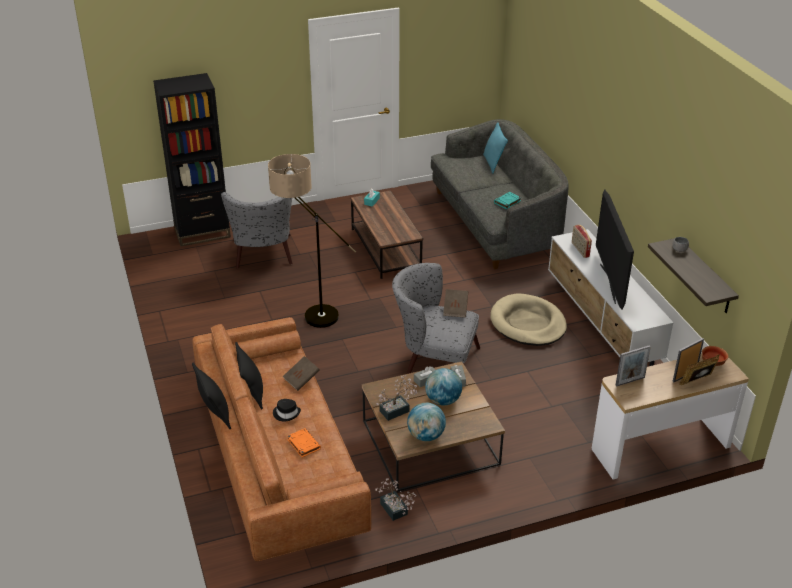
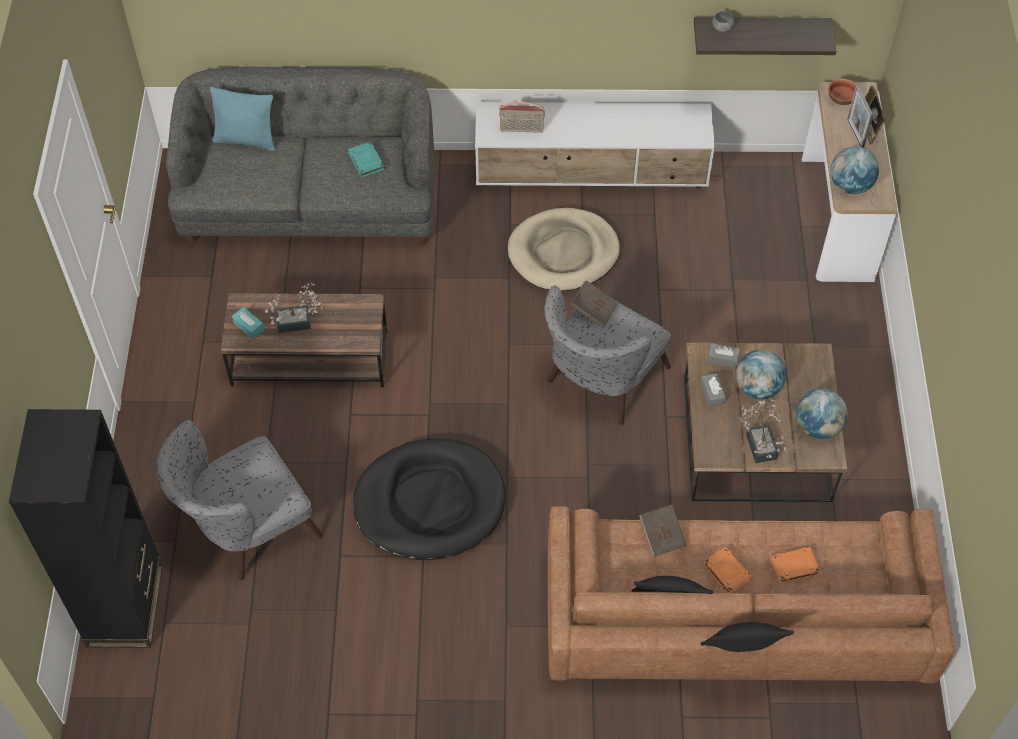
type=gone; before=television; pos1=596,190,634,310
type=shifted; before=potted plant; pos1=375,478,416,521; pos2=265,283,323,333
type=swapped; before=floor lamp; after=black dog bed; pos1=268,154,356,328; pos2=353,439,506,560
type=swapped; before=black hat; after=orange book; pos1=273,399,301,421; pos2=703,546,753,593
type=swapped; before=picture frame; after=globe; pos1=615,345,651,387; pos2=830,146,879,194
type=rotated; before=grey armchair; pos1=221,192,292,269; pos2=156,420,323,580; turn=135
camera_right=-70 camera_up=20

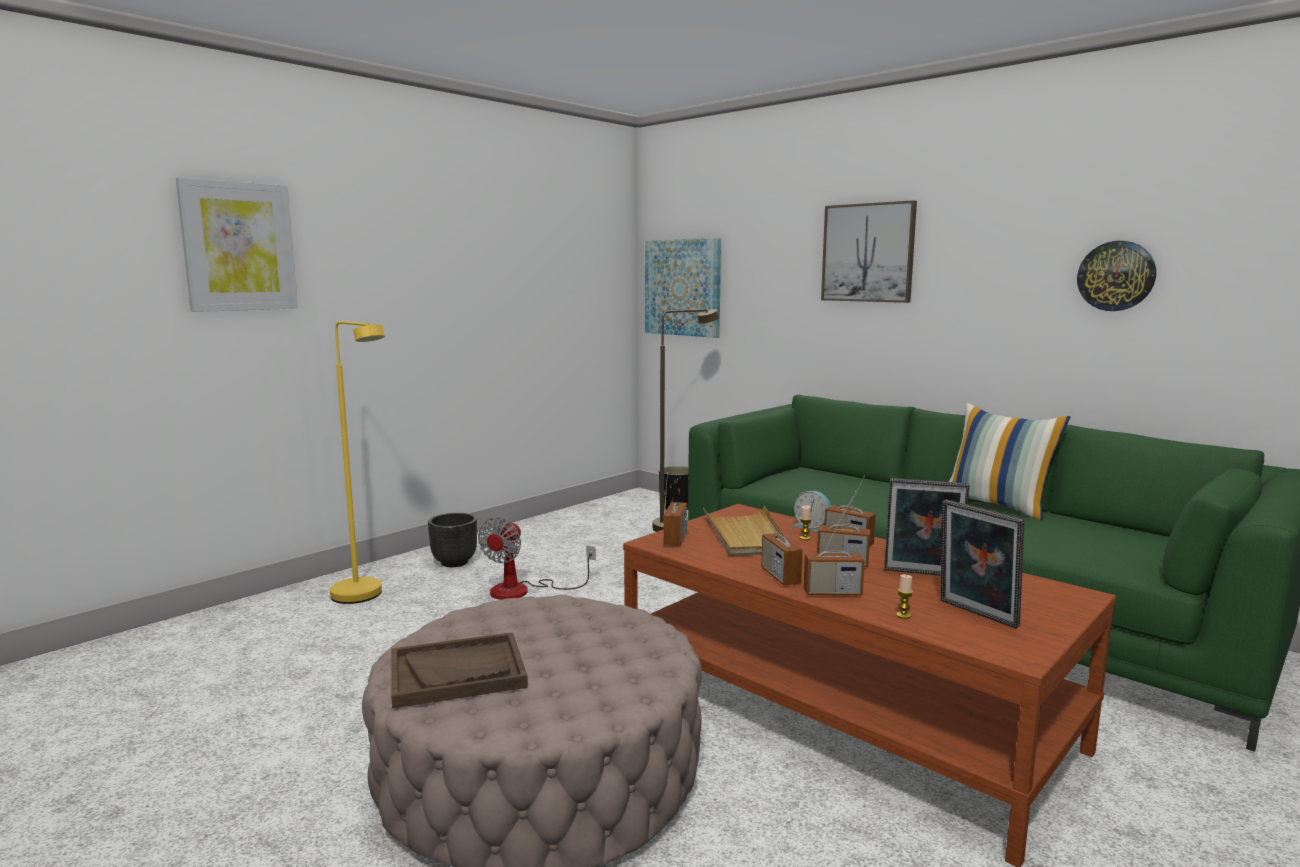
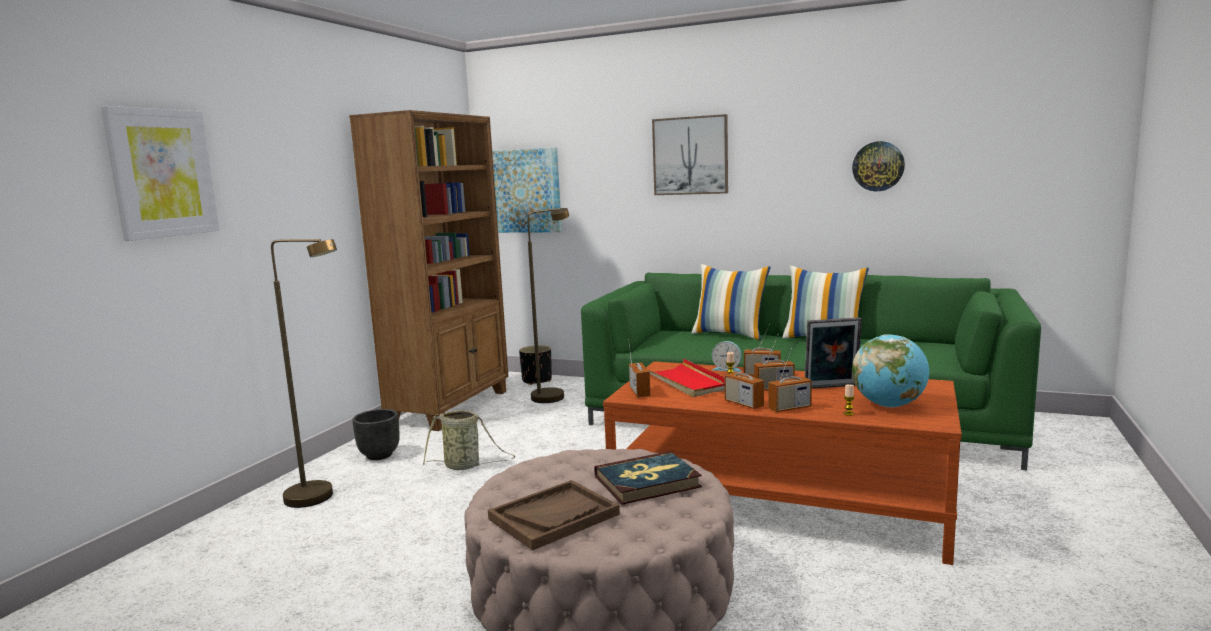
type=new; after=brown bookcase; pos2=349,110,509,431
type=new; after=book; pos2=594,451,702,505
type=new; after=pillow; pos2=692,264,770,340
type=swapped; before=fan; after=basket; pos1=478,517,596,600; pos2=423,410,515,470
type=swapped; before=picture frame; after=globe; pos1=940,499,1024,629; pos2=852,334,929,408
type=repainted; before=yellow floor lamp; after=brown floor lamp; pos1=330,321,385,604; pos2=271,239,337,508
type=repainted; before=beige tray; after=red tray; pos1=703,506,785,556; pos2=648,359,725,397
camera_right=-20 camera_up=0

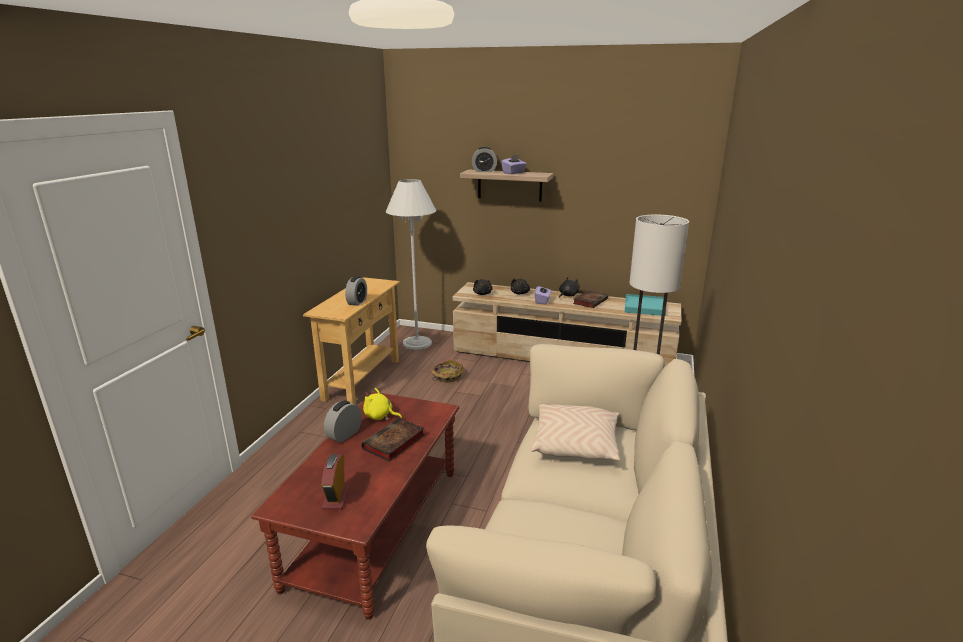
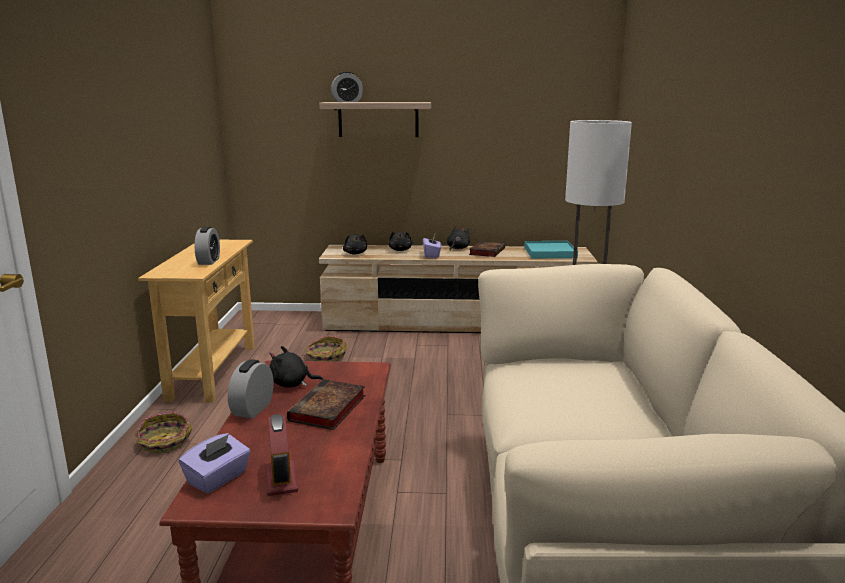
type=gone; before=white floor lamp; pos1=386,179,436,350
type=gone; before=beige pillow; pos1=531,404,620,460
type=new; after=basket; pos2=135,412,192,453
type=shifted; before=purple tissue box; pos1=501,155,527,174; pos2=179,433,251,493
type=repainted; before=yellow plush toy; after=black plush toy; pos1=363,388,402,420; pos2=269,346,324,387
camera_right=-15 camera_up=-5

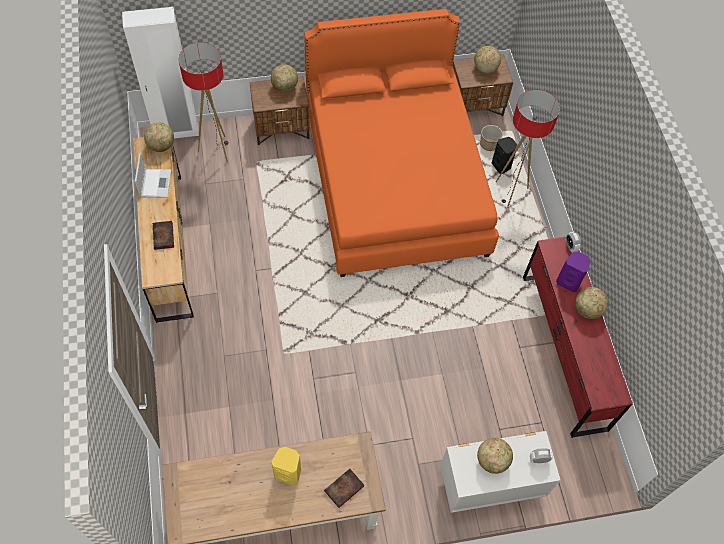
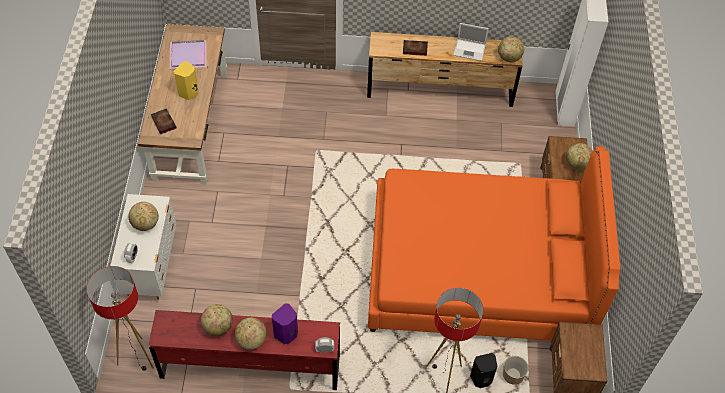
type=new; after=purple tray; pos2=170,40,207,69
type=shifted; before=floor lamp; pos1=178,43,229,162; pos2=87,266,154,371
type=shifted; before=globe; pos1=474,46,501,73; pos2=201,304,233,336
camera_right=105 camera_up=-5

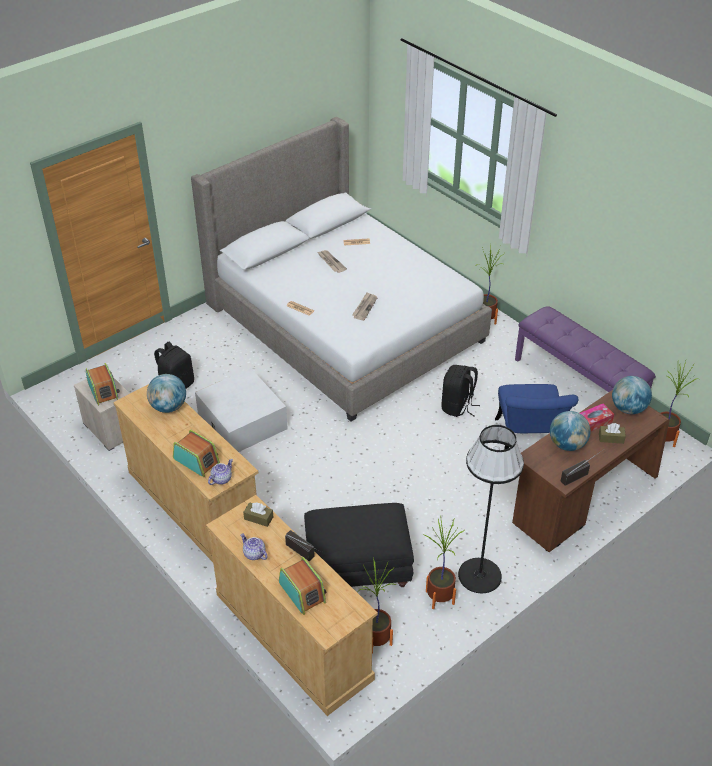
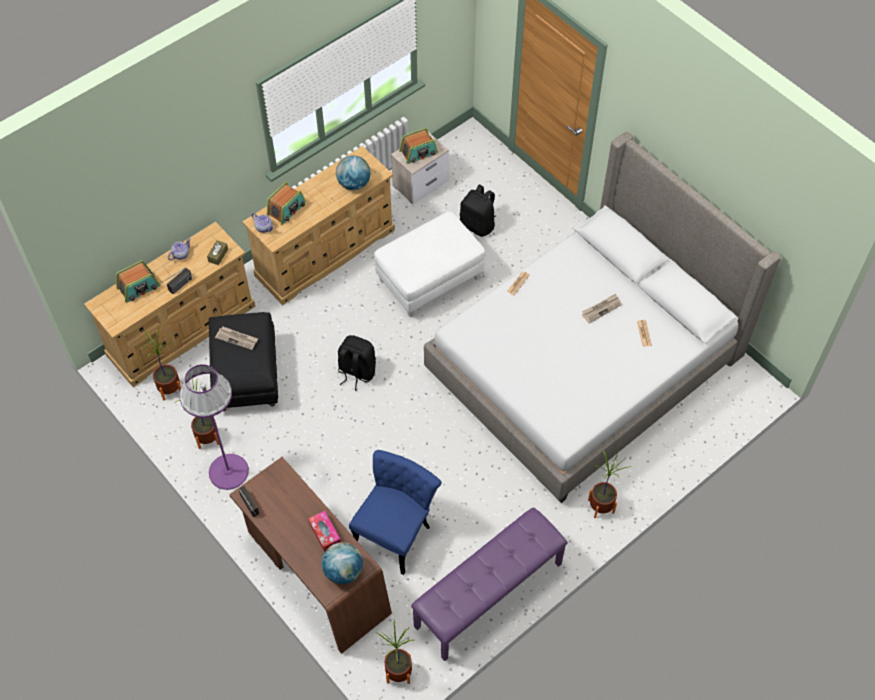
type=gone; before=globe; pos1=550,411,591,451
type=gone; before=brown tissue box; pos1=599,423,626,444
type=shifted; before=newspaper; pos1=352,292,378,321; pos2=215,326,258,350
type=shifted; before=black backpack; pos1=441,365,480,417; pos2=338,335,376,391
type=swapped; before=white storage box; after=white ottoman; pos1=195,368,288,452; pos2=374,212,485,318
type=repainted; before=black floor lamp; after=purple floor lamp; pos1=458,425,524,594; pos2=179,364,249,490
type=rotated; before=blue chair; pos1=495,384,578,450; pos2=349,450,442,575; turn=120
camera_right=90 camera_up=15

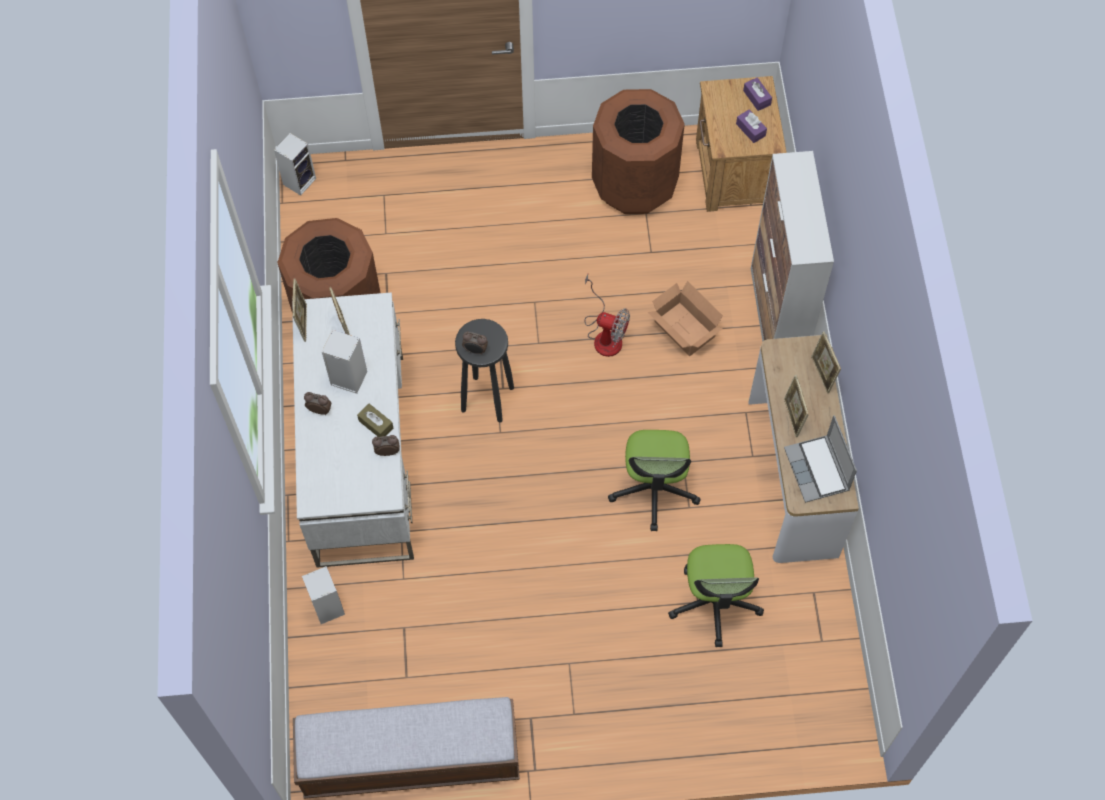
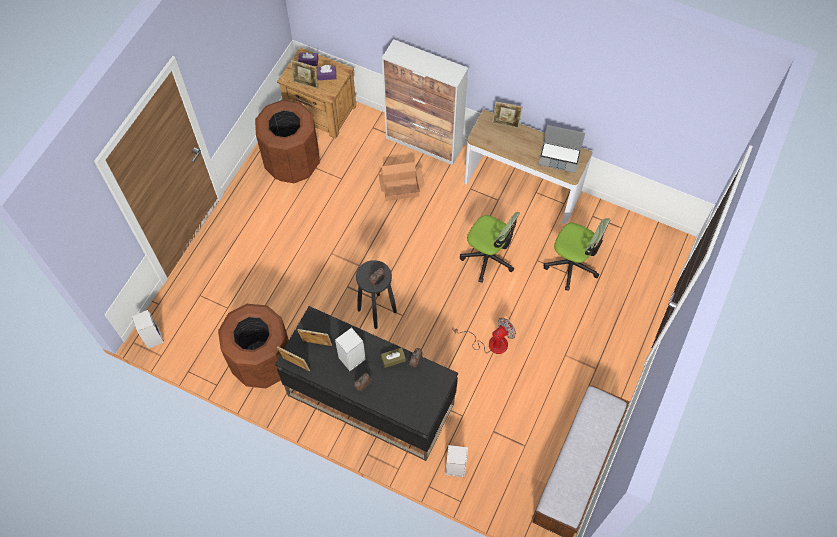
type=shifted; before=fan; pos1=584,274,630,357; pos2=453,318,516,354
type=shifted; before=picture frame; pos1=784,375,809,437; pos2=291,60,317,88
type=repainted; before=white desk; after=black desk; pos1=292,293,414,568; pos2=275,306,458,461
camera_right=-60 camera_up=0

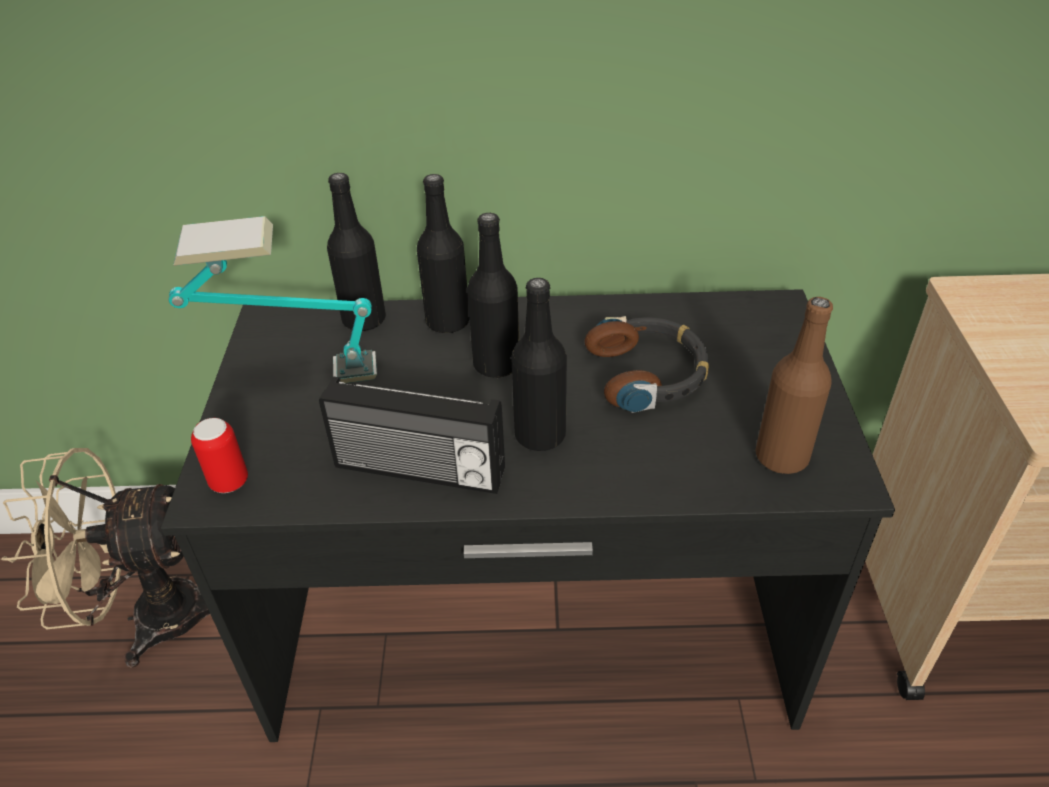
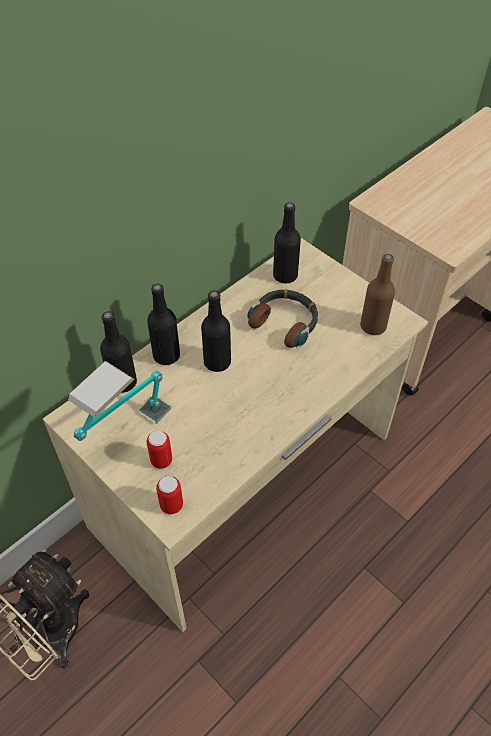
type=gone; before=radio; pos1=319,376,505,494
type=new; after=can; pos2=147,430,172,469
type=shifted; before=black bottle; pos1=511,278,567,451; pos2=273,202,301,284
type=repainted; before=black desk; after=beige desk; pos1=161,289,895,742; pos2=43,238,428,632
camera_right=-45 camera_up=10

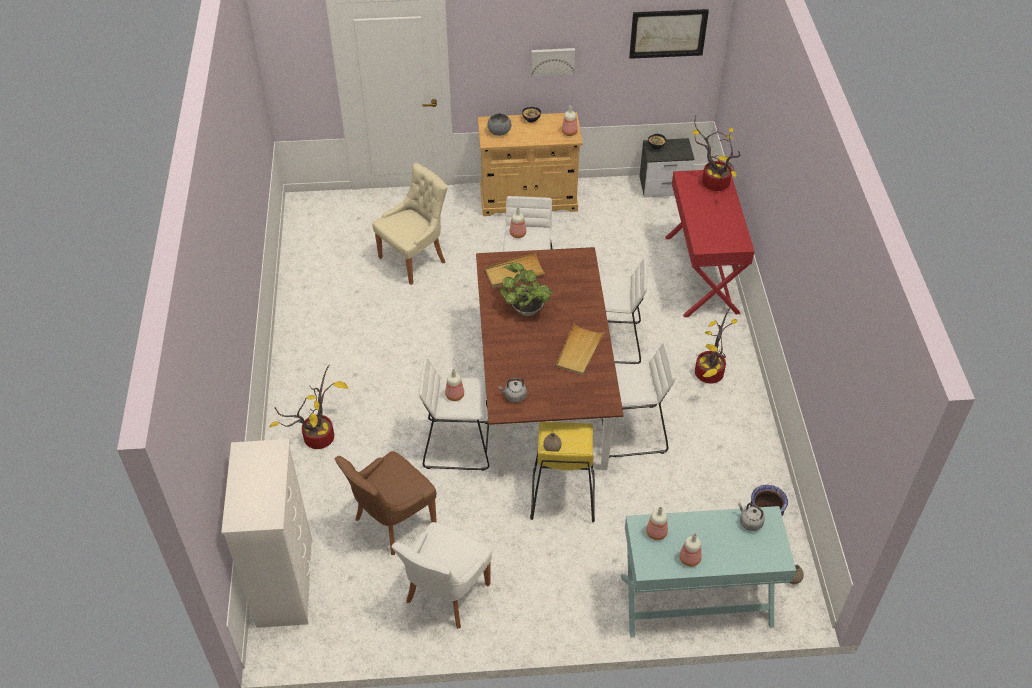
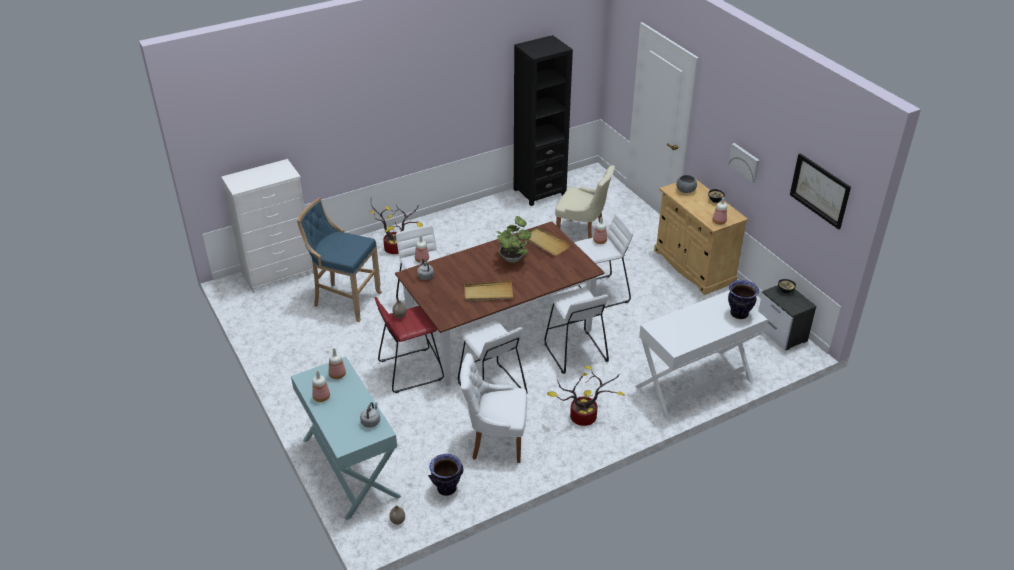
type=new; after=black bookcase; pos2=514,35,573,206
type=shifted; before=white chair; pos1=391,522,492,629; pos2=460,353,527,463
type=swapped; before=brown chair; after=blue stool; pos1=334,451,437,555; pos2=297,198,382,322
type=swapped; before=potted plant; after=vase; pos1=692,116,740,191; pos2=728,280,759,319
type=repainted; before=yellow stool; after=red stool; pos1=530,422,595,522; pos2=375,297,444,393
type=repainted; before=red console table; after=white console table; pos1=665,170,755,317; pos2=635,290,768,420
camera_right=65 camera_up=-10

